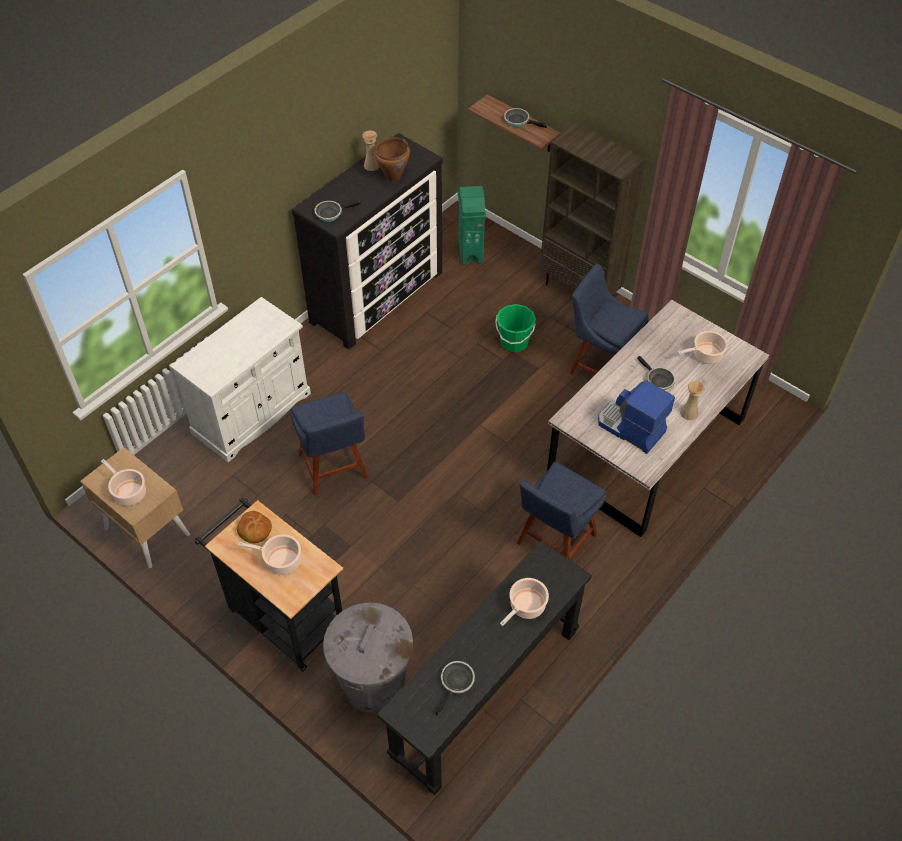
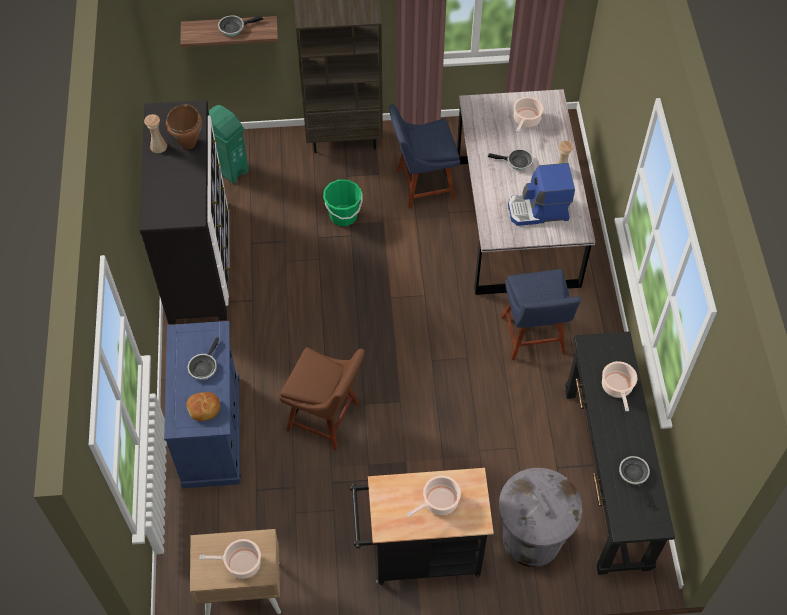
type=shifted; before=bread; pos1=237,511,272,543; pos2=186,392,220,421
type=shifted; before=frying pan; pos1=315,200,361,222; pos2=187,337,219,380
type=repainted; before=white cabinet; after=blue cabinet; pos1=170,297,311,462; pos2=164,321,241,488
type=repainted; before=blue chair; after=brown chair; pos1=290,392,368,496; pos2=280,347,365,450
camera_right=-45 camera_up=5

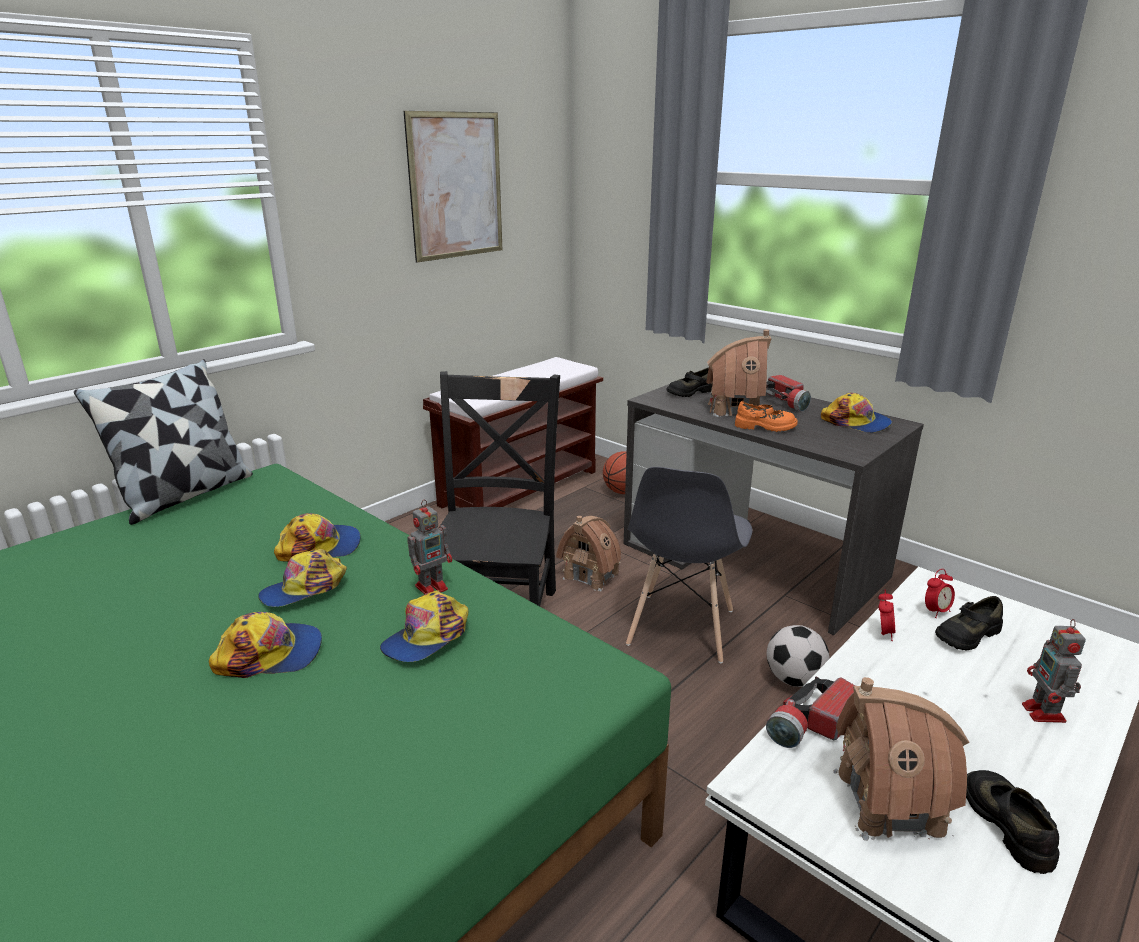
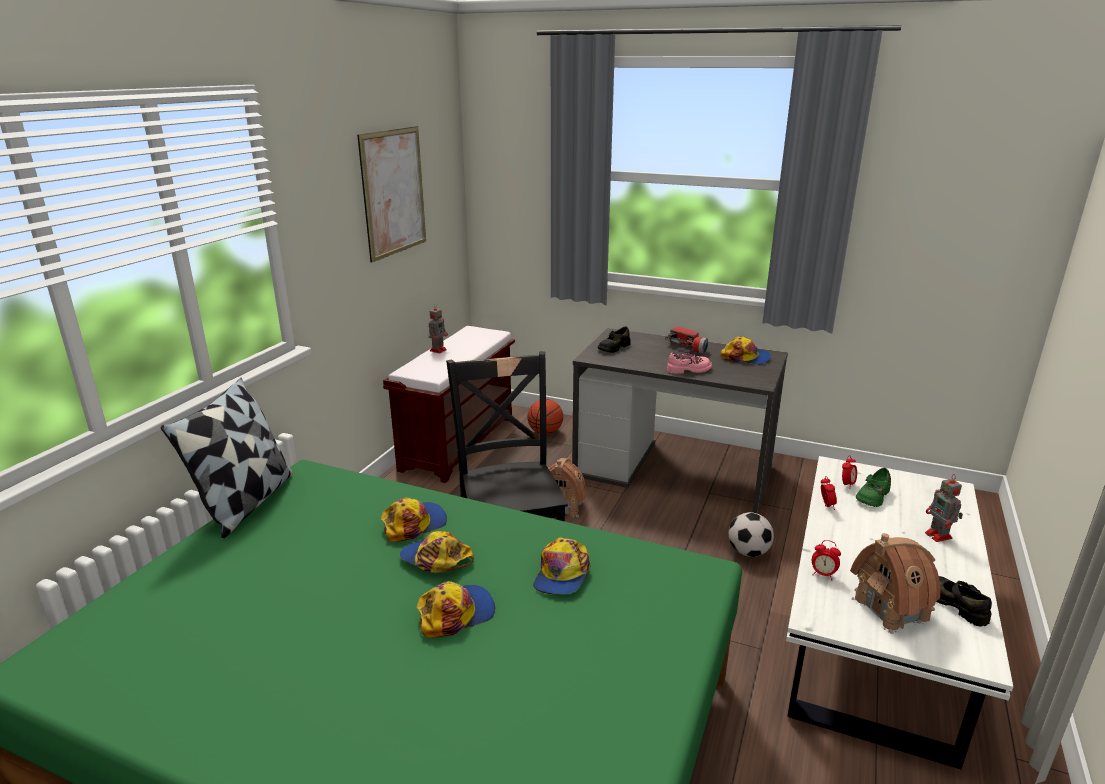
type=gone; before=grey chair; pos1=626,467,752,663
type=gone; before=toy house; pos1=706,329,772,417
type=shifted; before=toy robot; pos1=407,500,452,594; pos2=429,304,448,353
type=swapped; before=flashlight; after=alarm clock; pos1=766,676,855,748; pos2=812,540,841,580
type=repainted; before=orange shoe; after=pink shoe; pos1=735,401,798,432; pos2=667,353,712,374
type=repainted; before=black shoe; after=green shoe; pos1=935,596,1003,650; pos2=856,468,891,507
type=rotated; before=cap; pos1=258,549,347,607; pos2=399,531,474,573; turn=90
camera_right=-20 camera_up=0

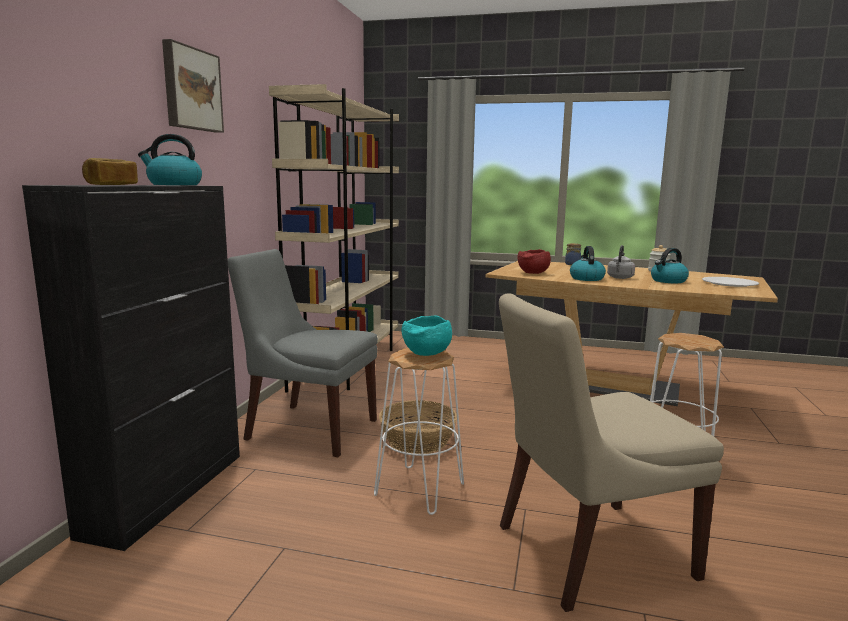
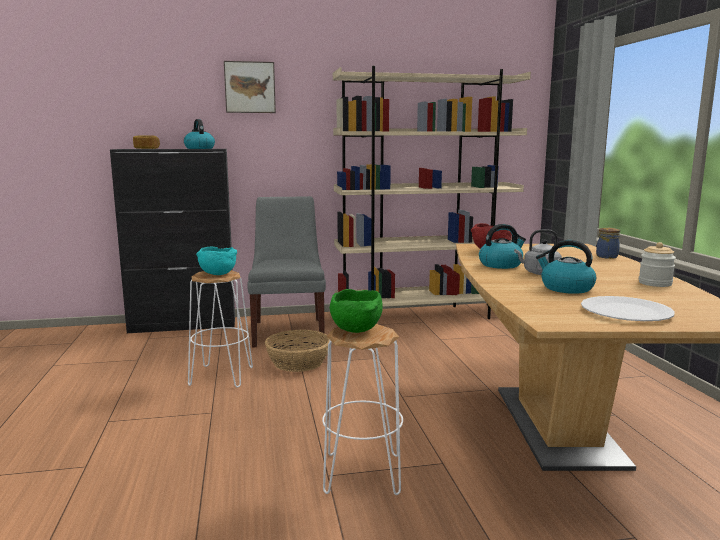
type=gone; before=beige chair; pos1=499,293,724,612
type=new; after=green bowl; pos2=330,289,382,333
camera_right=65 camera_up=0

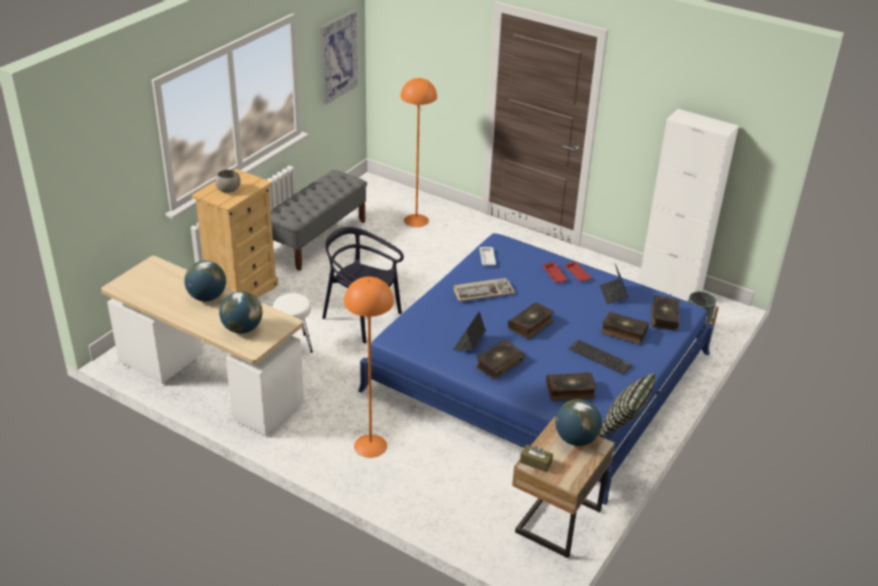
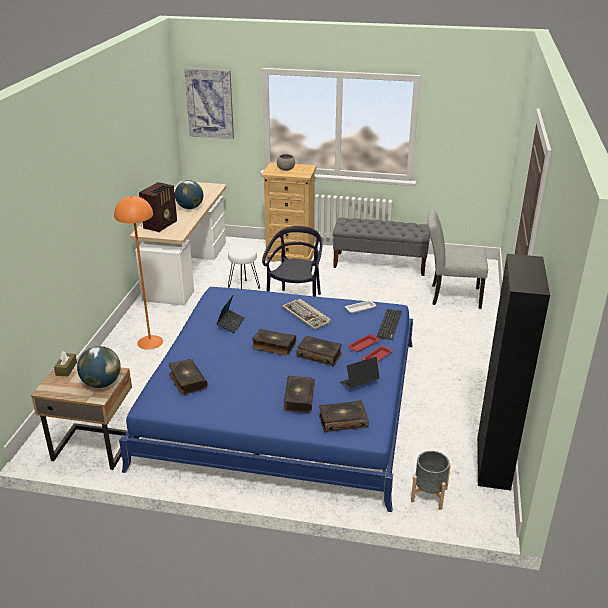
type=gone; before=pillow; pos1=599,373,656,437
type=shifted; before=picture; pos1=320,10,358,105; pos2=184,68,234,139
type=shifted; before=book; pos1=476,340,525,379; pos2=297,336,342,366
type=shifted; before=keyboard; pos1=569,339,633,375; pos2=377,309,402,340
type=swapped; before=globe; after=radio; pos1=219,291,262,334; pos2=139,182,177,232
type=swapped; before=orange floor lamp; after=grey chair; pos1=401,78,437,227; pos2=428,209,488,309
type=repainted; before=white cabinet; after=black cabinet; pos1=639,109,739,301; pos2=477,254,550,491
type=rotated; before=laptop; pos1=453,312,486,350; pos2=216,295,245,333; turn=105
camera_right=70 camera_up=-5

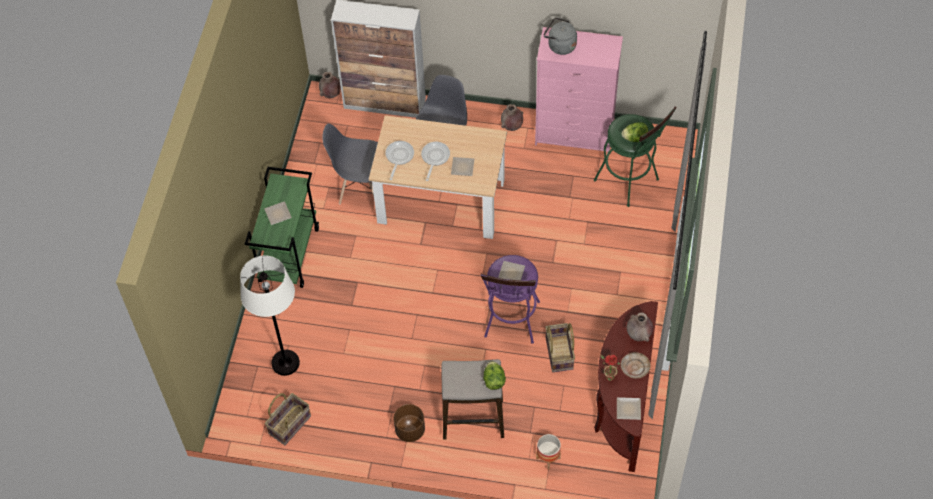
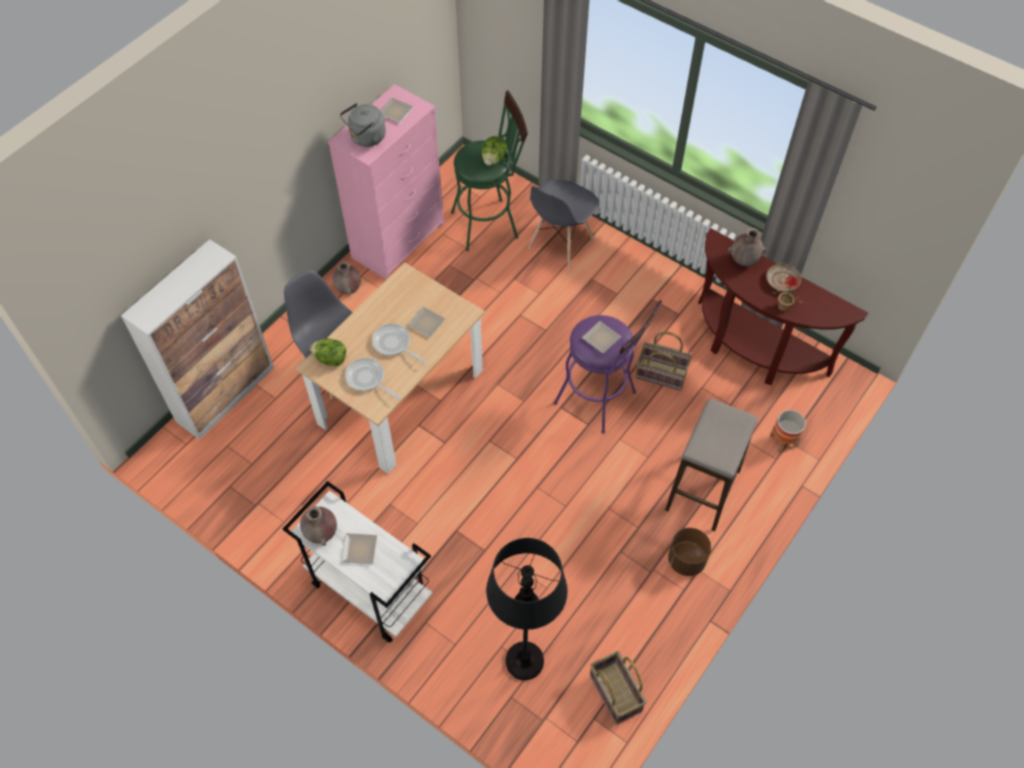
type=shifted; before=brown vase; pos1=319,72,341,98; pos2=300,506,337,546
type=shifted; before=grey chair; pos1=322,123,378,205; pos2=528,179,599,269
type=shifted; before=lettuce; pos1=483,361,506,390; pos2=310,338,346,366
type=shifted; before=plate; pos1=617,397,641,420; pos2=380,98,414,123
type=repainted; before=white floor lamp; after=black floor lamp; pos1=240,255,300,376; pos2=486,538,568,680
type=repainted; before=green cart; after=white cart; pos1=245,167,319,288; pos2=283,481,432,643
camera_right=-65 camera_up=0

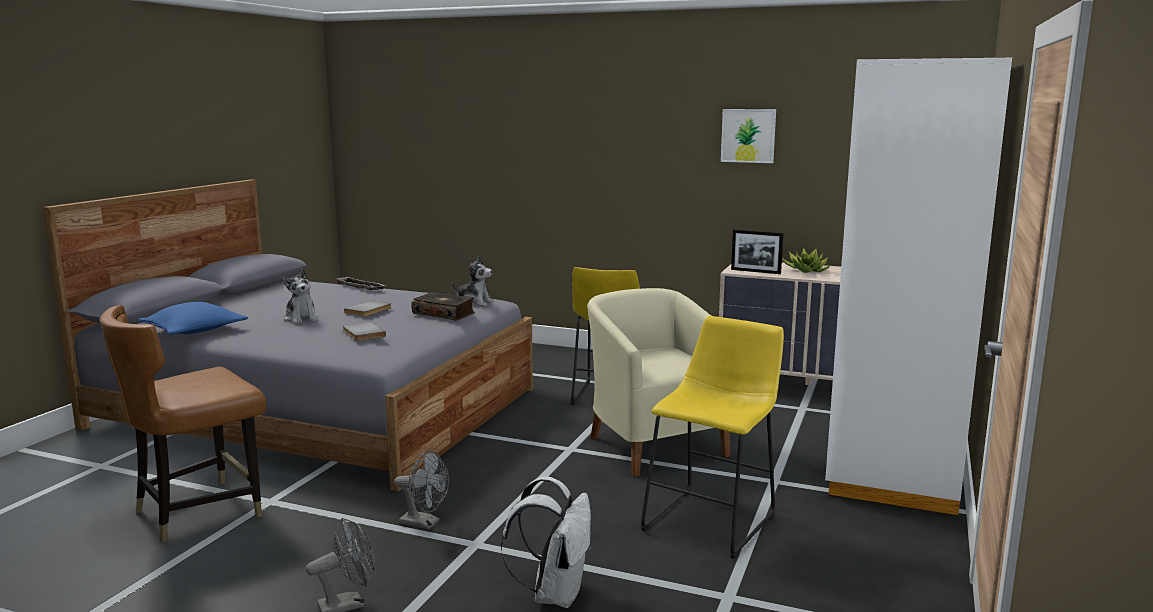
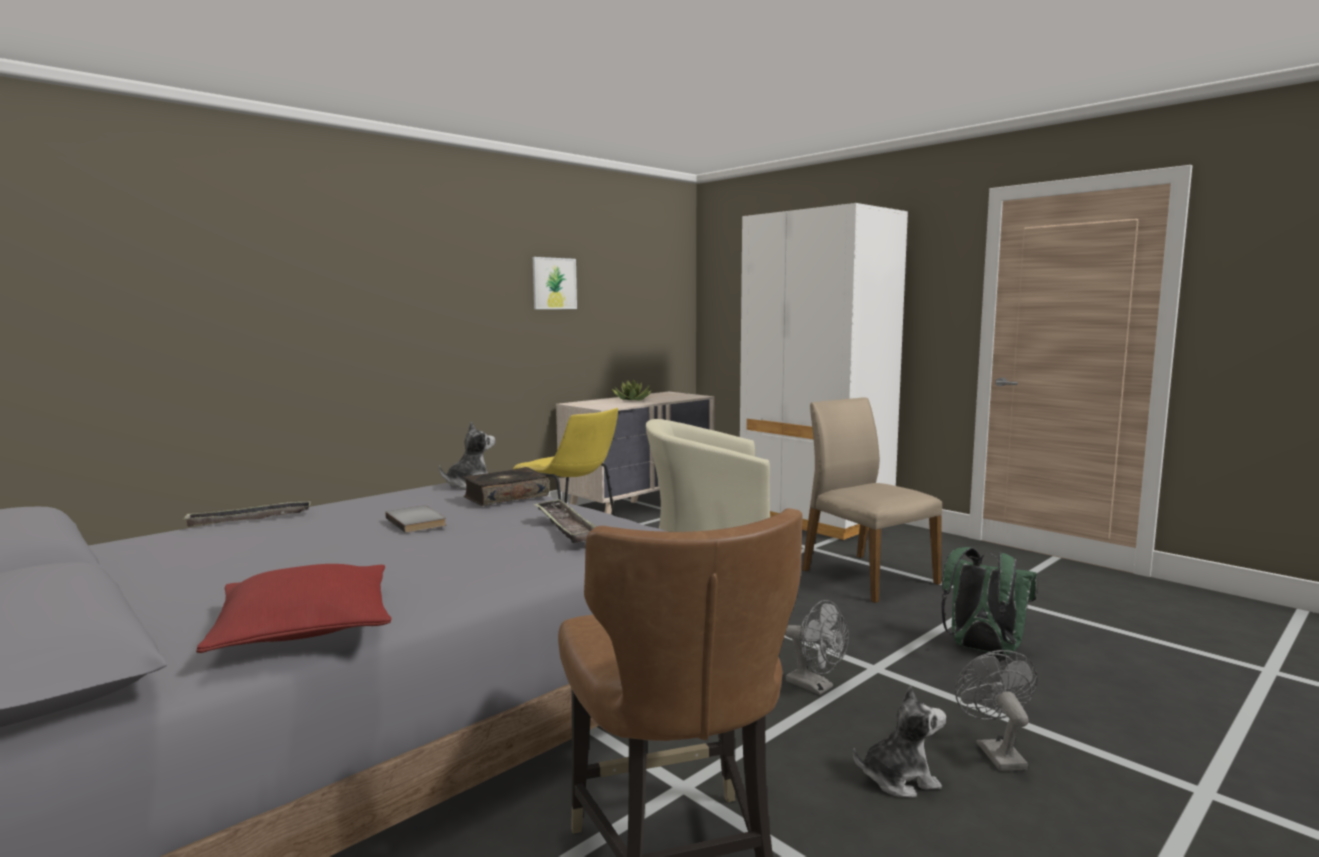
type=gone; before=picture frame; pos1=731,230,783,274
type=shifted; before=plush toy; pos1=283,269,319,324; pos2=853,685,946,798
type=swapped; before=grey book; after=tray; pos1=342,321,386,341; pos2=533,499,597,543
type=swapped; before=yellow stool; after=beige chair; pos1=641,316,784,559; pos2=802,397,942,603
type=repainted; before=blue pillow; after=red pillow; pos1=138,302,248,335; pos2=196,564,392,653
type=repainted; before=white backpack; after=green backpack; pos1=501,476,591,608; pos2=941,547,1037,655
type=rotated; before=grey fan; pos1=394,451,449,529; pos2=785,600,849,695; turn=90
camera_right=-65 camera_up=-5

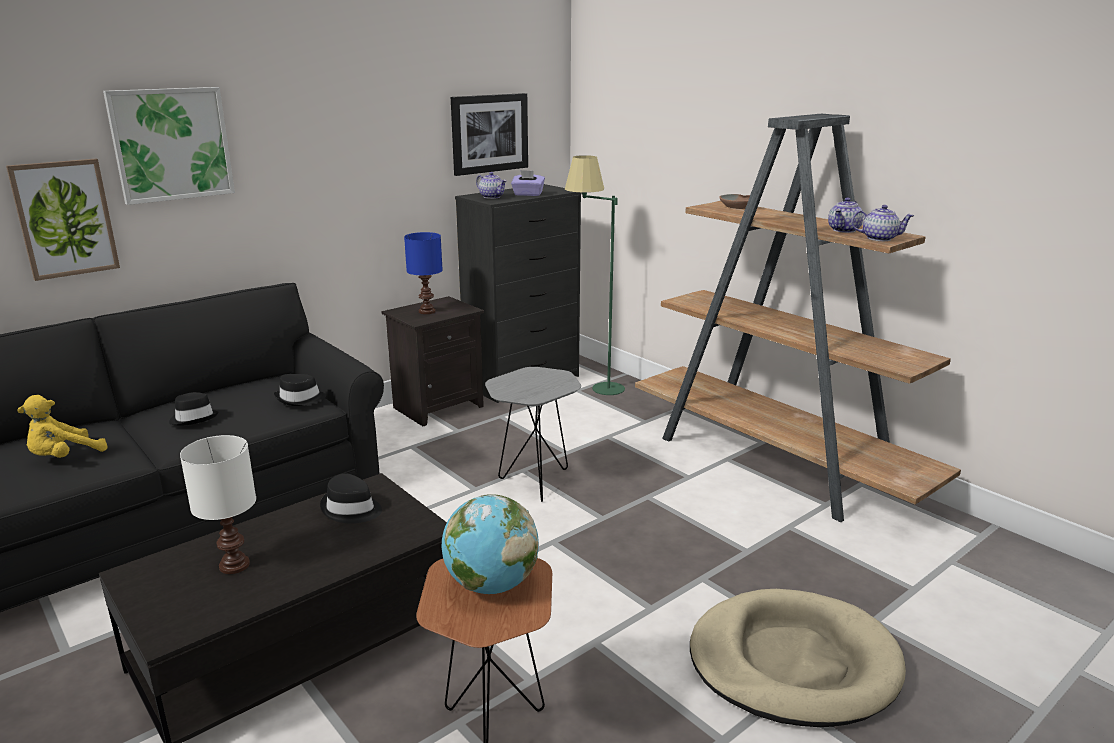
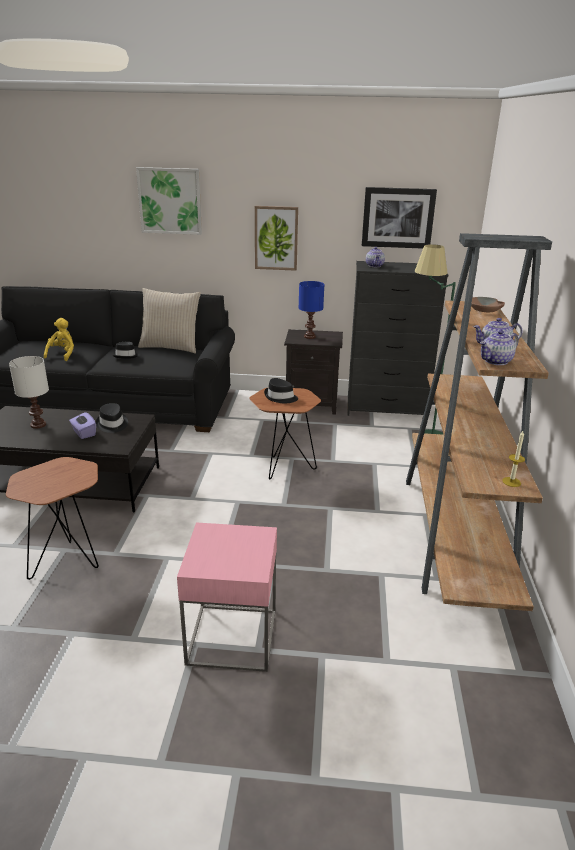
type=gone; before=globe; pos1=442,494,539,594
type=new; after=beige pillow; pos2=138,288,201,353
type=new; after=candle; pos2=502,431,525,487
type=shifted; before=picture; pos1=6,159,120,281; pos2=255,206,298,271
type=shifted; before=black hat; pos1=274,374,326,406; pos2=264,378,298,403
type=shifted; before=purple tissue box; pos1=511,170,545,196; pos2=69,411,96,439
type=swapped; before=beige dog bed; after=pink side table; pos1=690,589,906,727; pos2=177,522,277,672
type=repainted; before=grey side table; after=brown side table; pos1=485,367,581,502; pos2=249,388,321,479
type=rotated; before=yellow plush toy; pos1=17,395,108,458; pos2=44,318,74,361; turn=105
type=rotated; before=teapot; pos1=851,205,914,241; pos2=480,330,519,365; turn=90
camera_right=45 camera_up=5

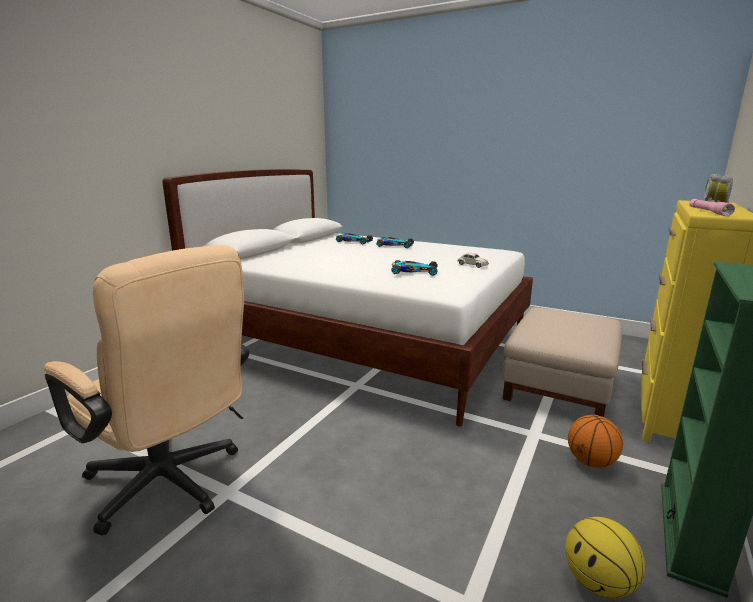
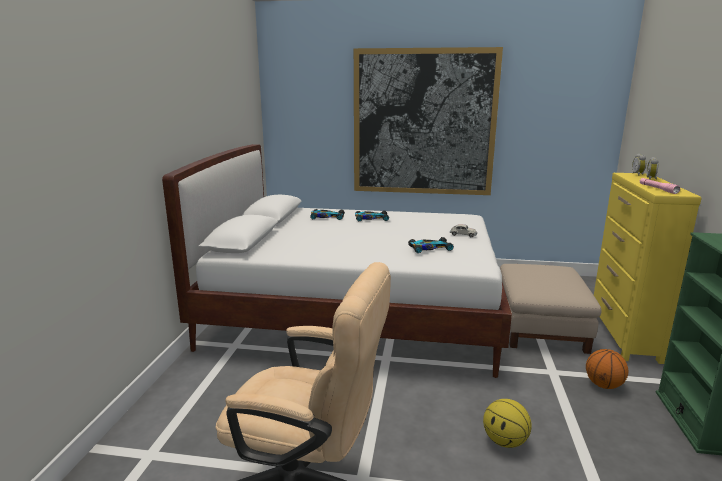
type=new; after=picture; pos2=354,47,503,195
type=shifted; before=basketball; pos1=565,517,645,599; pos2=483,399,532,448
camera_right=-20 camera_up=0

